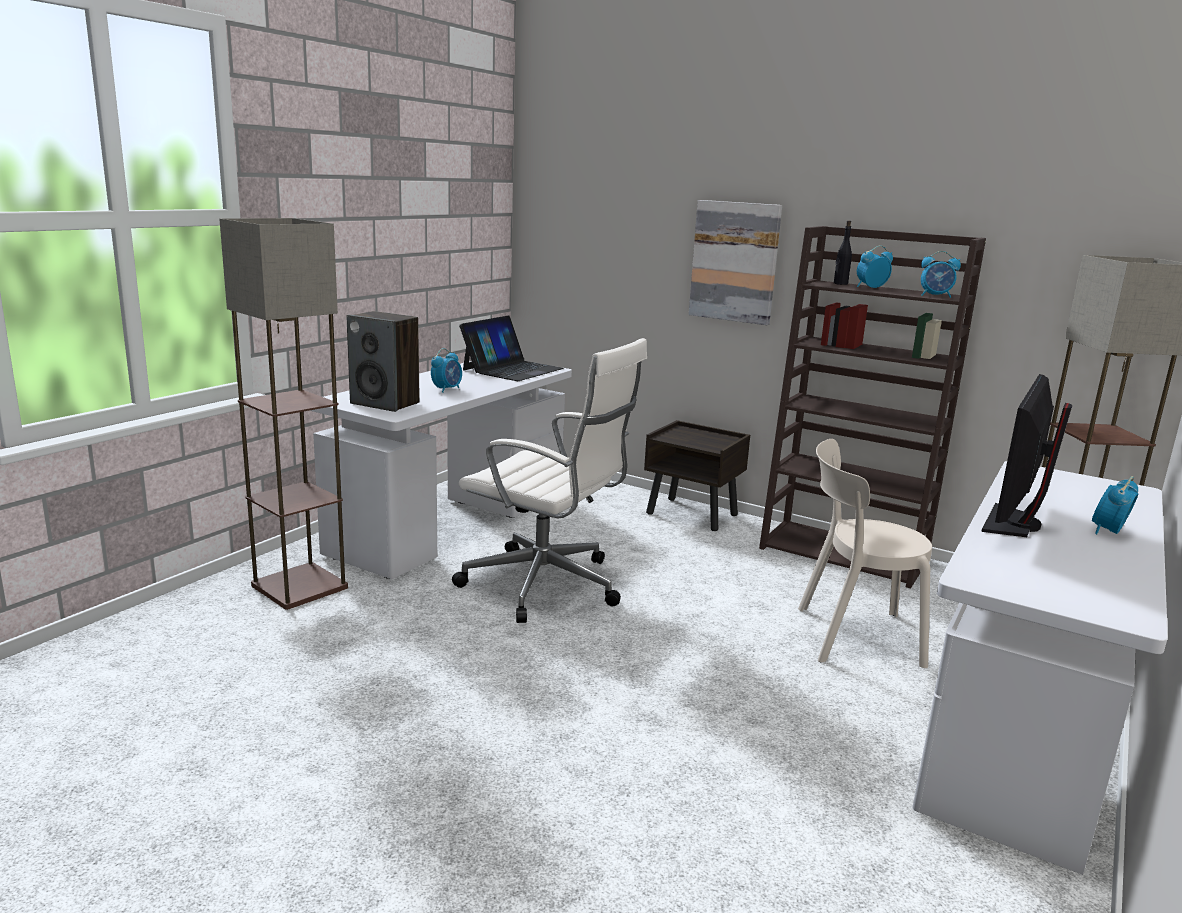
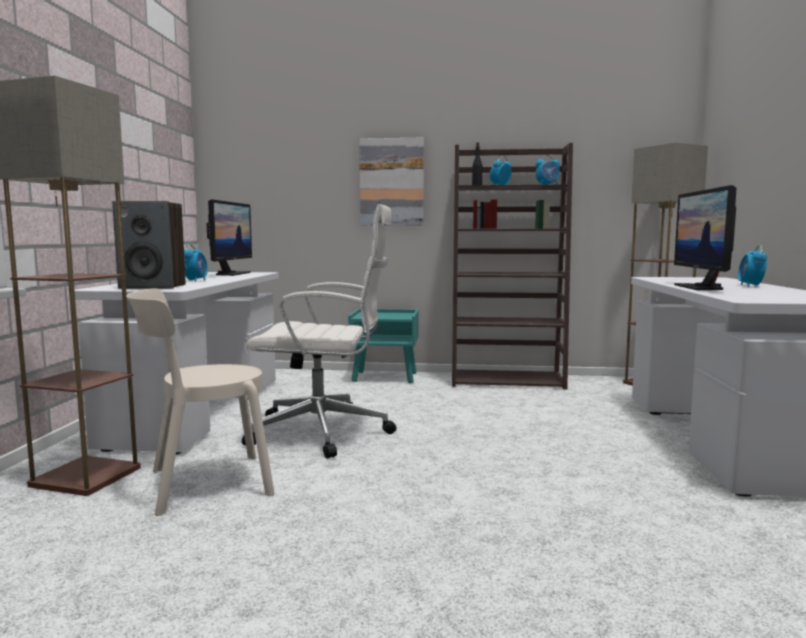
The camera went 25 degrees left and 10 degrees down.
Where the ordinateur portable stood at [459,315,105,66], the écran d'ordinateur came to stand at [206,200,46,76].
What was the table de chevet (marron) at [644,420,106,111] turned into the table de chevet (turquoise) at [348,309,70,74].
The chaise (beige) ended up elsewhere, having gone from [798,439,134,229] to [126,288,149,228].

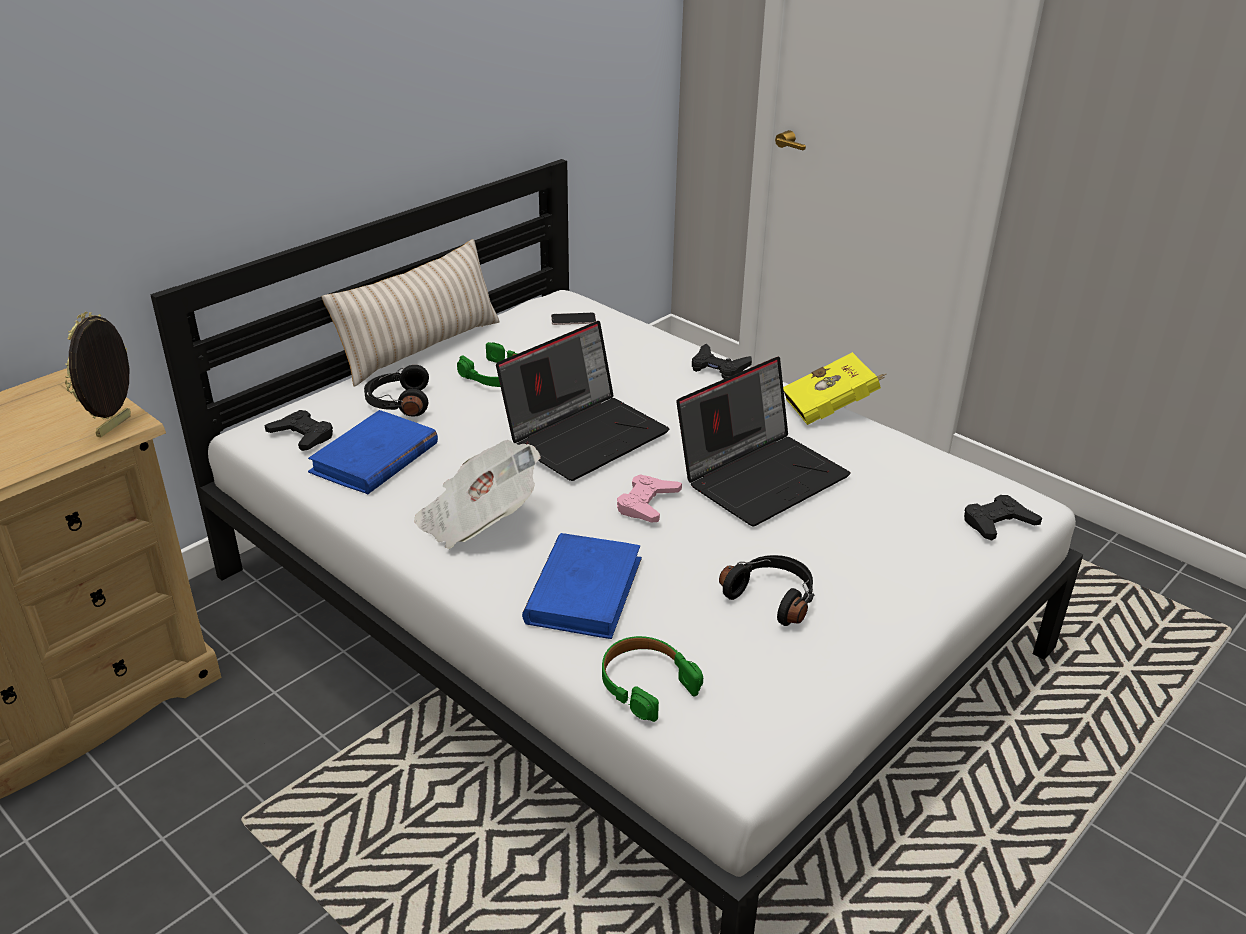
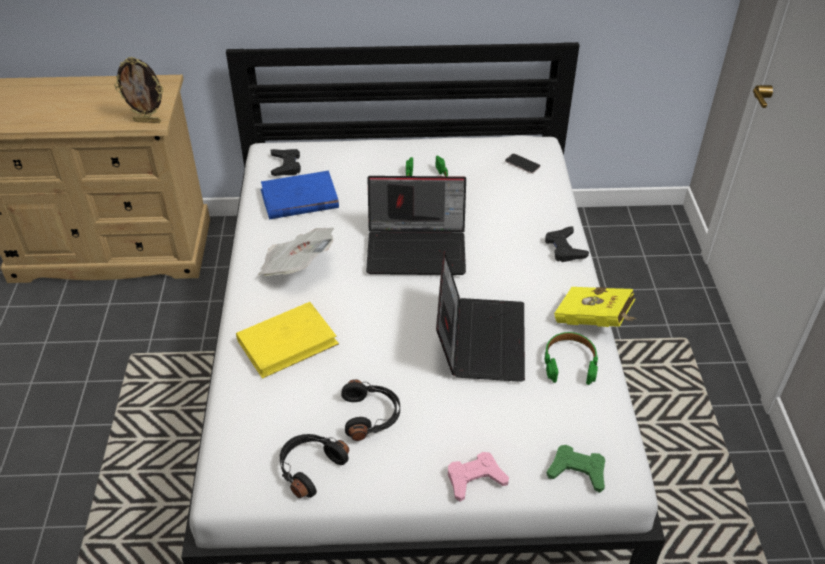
The camera went 45 degrees right and 10 degrees up.
The second view lost the coussin (beige) at [322,239,178,148].
The cadre photo at [65,312,66,125] ended up facing another way, 150 degrees counterclockwise from before.
The ordinateur portable at [676,356,175,170] ended up facing another way, 90 degrees counterclockwise from before.
The casque audio (noir) ended up elsewhere, having gone from [364,365,65,51] to [280,434,69,64].
The manette (rose) ended up elsewhere, having gone from [617,474,65,48] to [448,452,61,50].
What was the manette (noir) at [964,495,78,46] turned into the manette (vert) at [546,445,59,48].
What was the livre (bleu) at [522,533,120,106] turned into the livre (jaune) at [236,302,103,77].
The casque audio (vert) ended up elsewhere, having gone from [602,636,101,86] to [544,332,54,53].

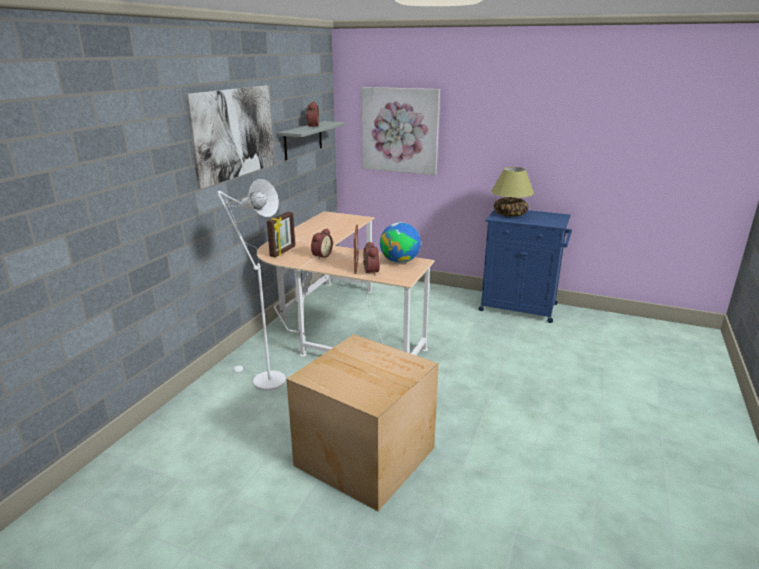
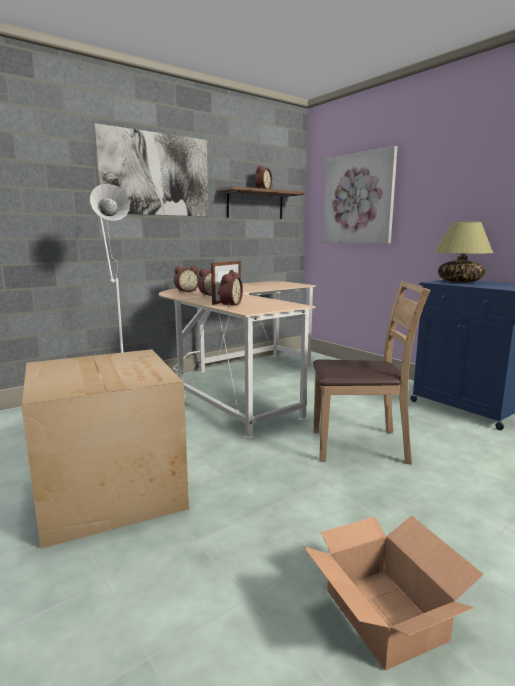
The camera went 30 degrees right and 10 degrees down.
What was the étagère (gris) at [278,121,68,39] turned into the étagère (marron) at [218,186,87,33].
Where the cadre photo stood at [267,212,28,45], the réveil came to stand at [174,266,25,27].
The second view lost the globe at [380,222,41,41].
The second view gained the chaise (marron) at [313,281,117,183].
The second view gained the carton at [303,515,181,155].

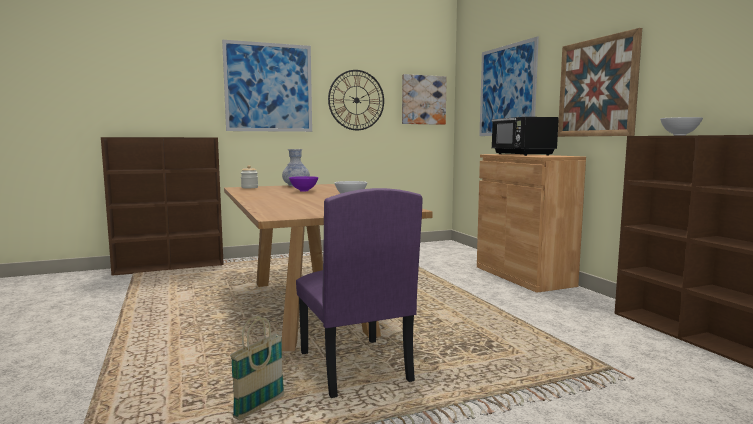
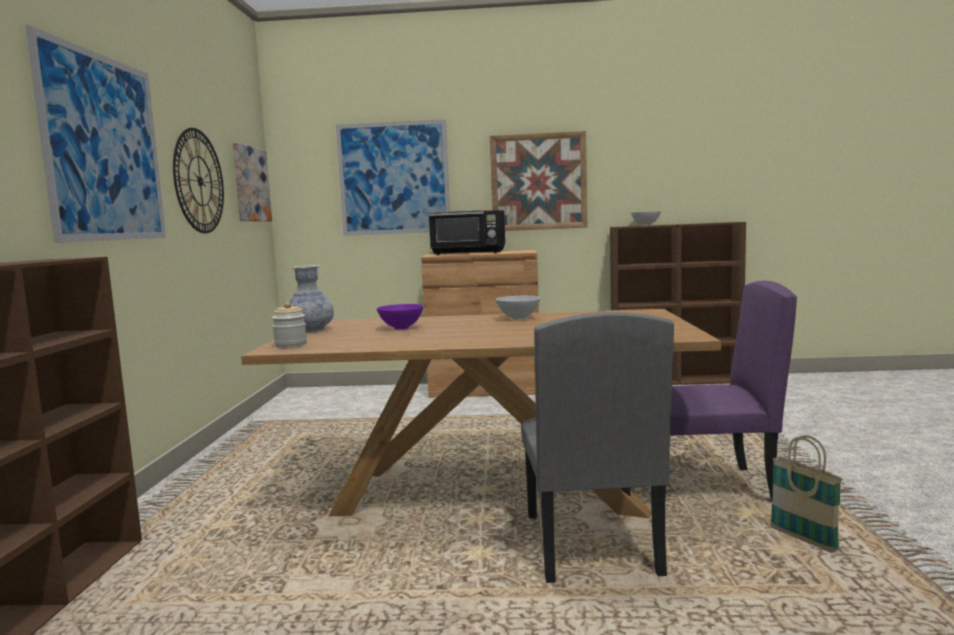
The camera went 65 degrees left and 0 degrees up.
The second view gained the chaise (gris) at [521,312,153,271].

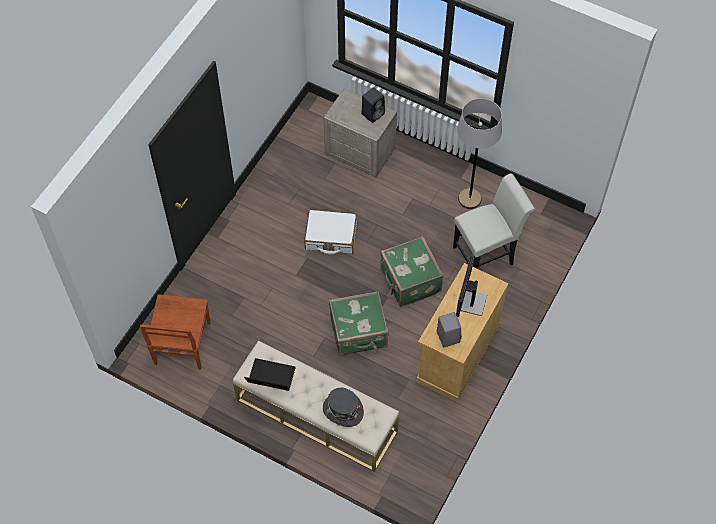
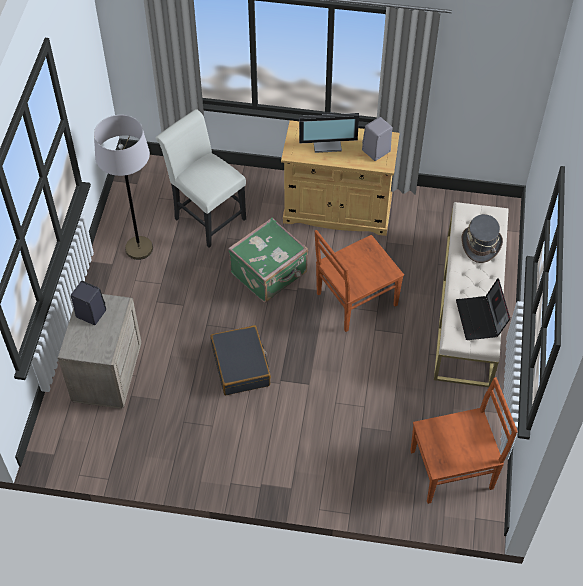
The camera went 110 degrees left and 5 degrees down.
What was the valise (blanc) at [304,210,53,44] turned into the valise (noir) at [210,325,61,70].
Where the valise (vert) stood at [329,291,60,65], the chaise (marron) came to stand at [315,230,89,102].

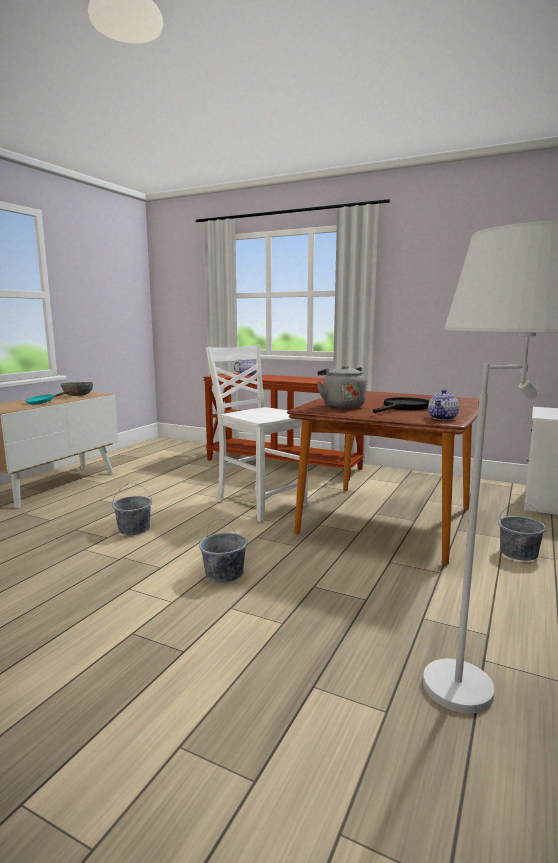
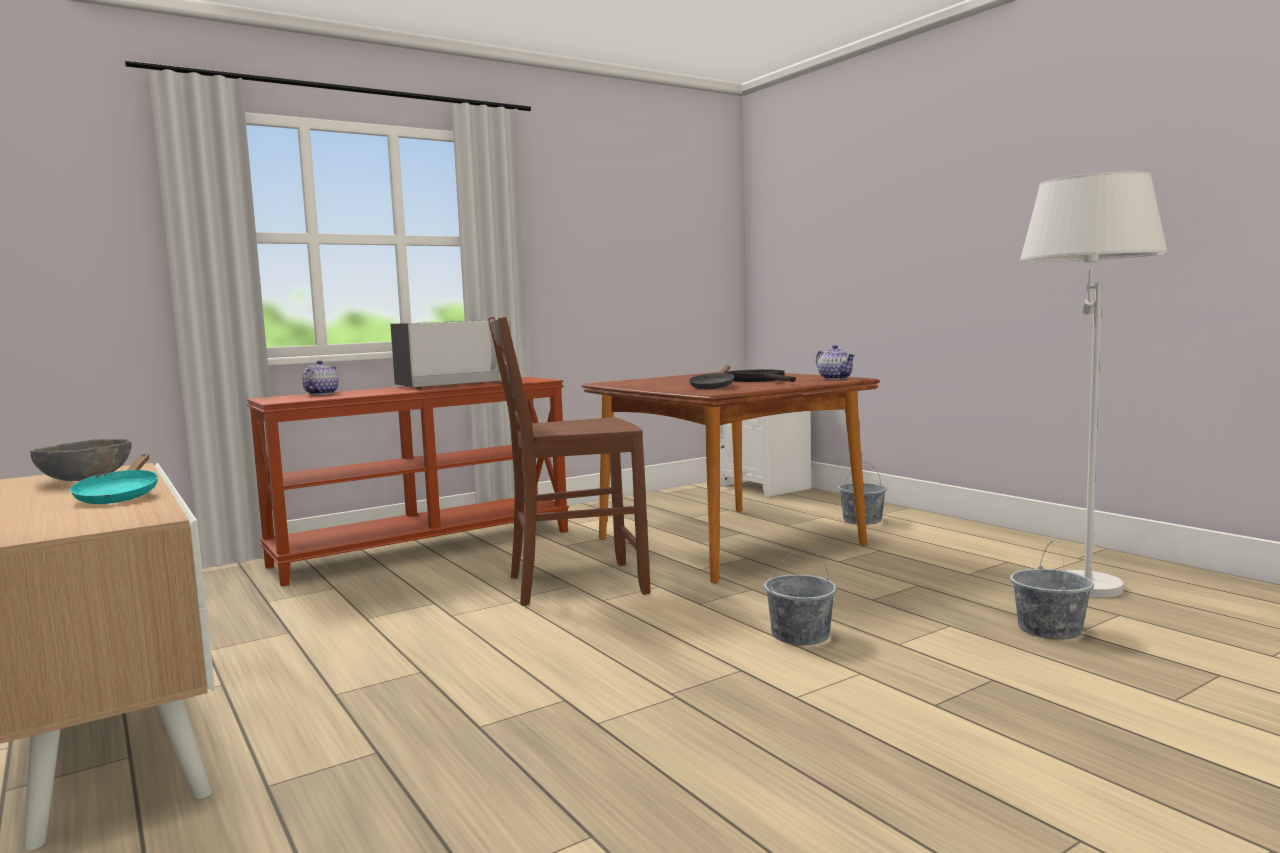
The camera went 60 degrees left and 5 degrees down.
What was the chaise (blanc) at [206,344,102,178] turned into the chaise (marron) at [488,317,162,289].
Where the bouilloire (gris) stood at [317,365,49,44], the poêle (noir) came to stand at [689,366,45,23].
The seau (gris) ended up elsewhere, having gone from [112,483,40,52] to [1010,541,84,98].
The second view gained the micro-ondes at [390,320,121,69].

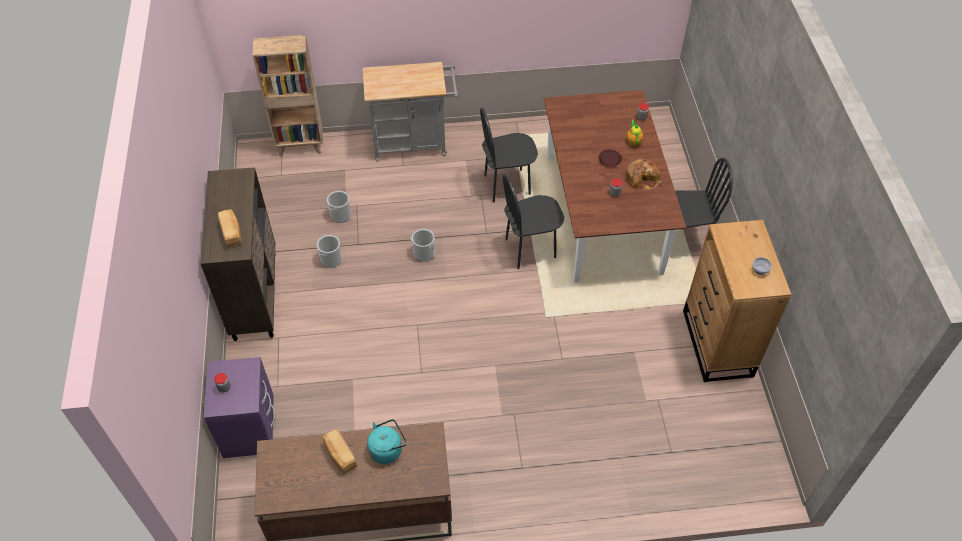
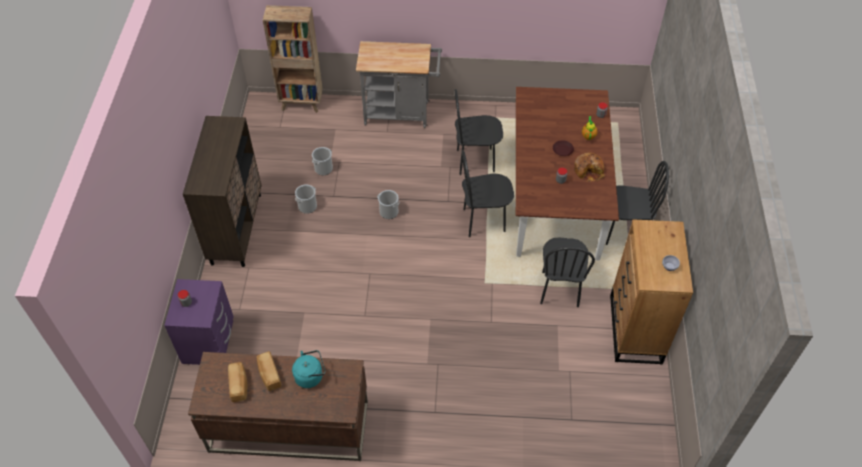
The camera went 10 degrees right and 0 degrees up.
The pain ended up elsewhere, having gone from [218,209,24,39] to [228,362,19,40].
The second view gained the chaise (noir) at [540,238,55,69].

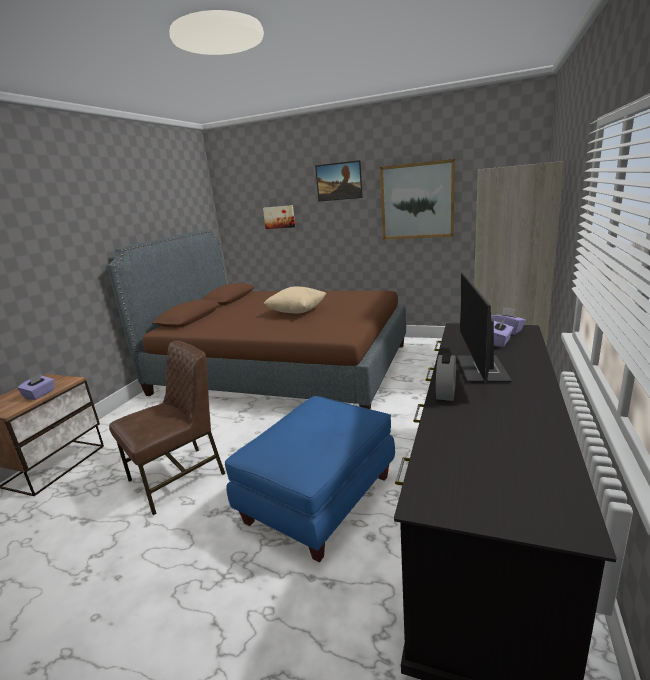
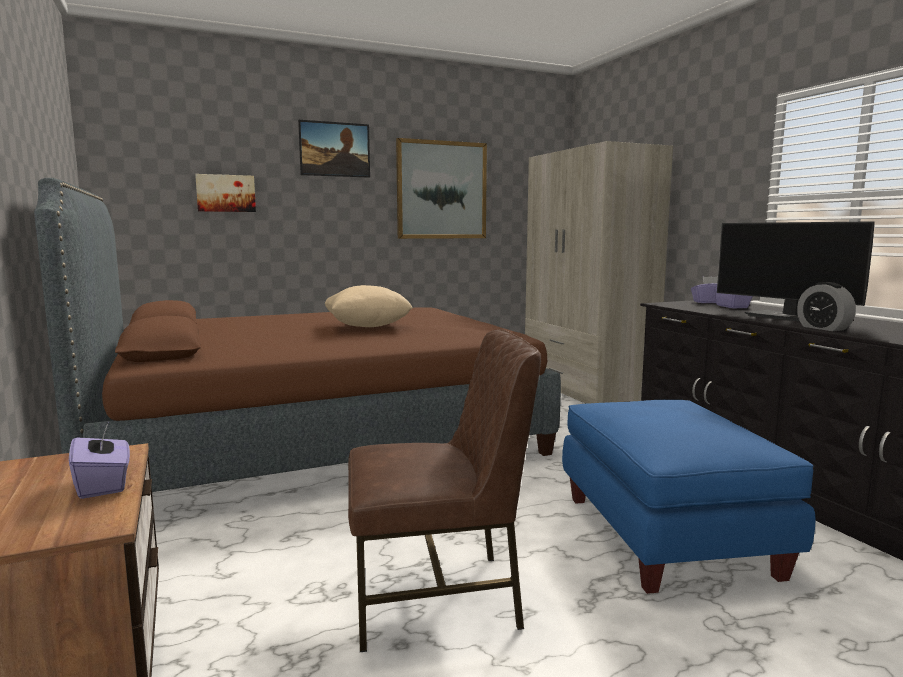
The camera went 45 degrees left and 10 degrees down.
The chaise (marron) at [109,341,116,174] ended up facing another way, 75 degrees clockwise from before.

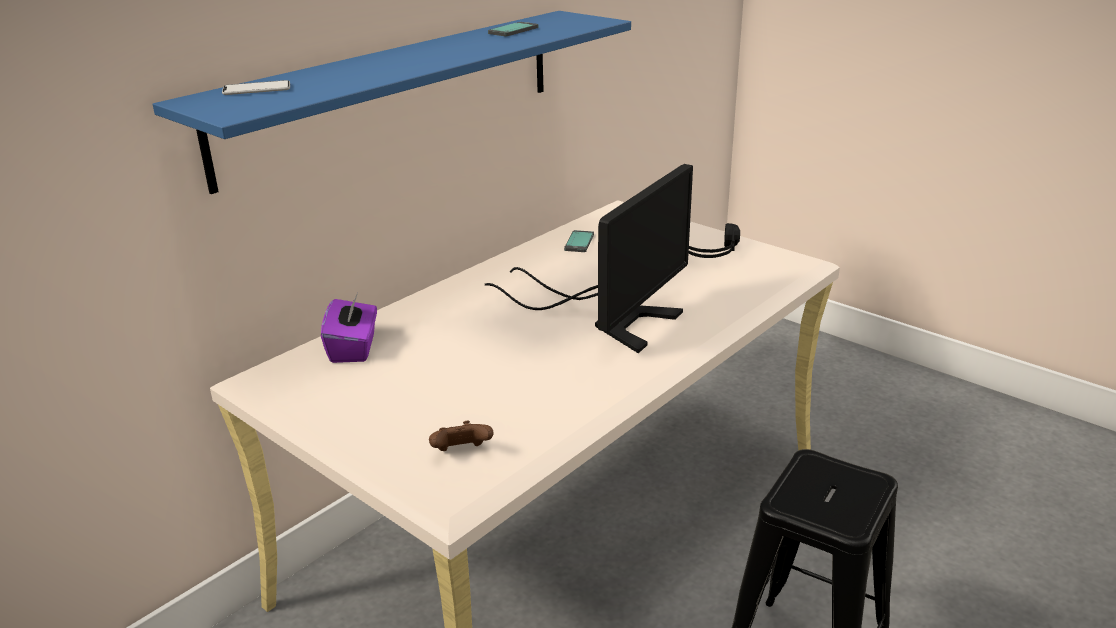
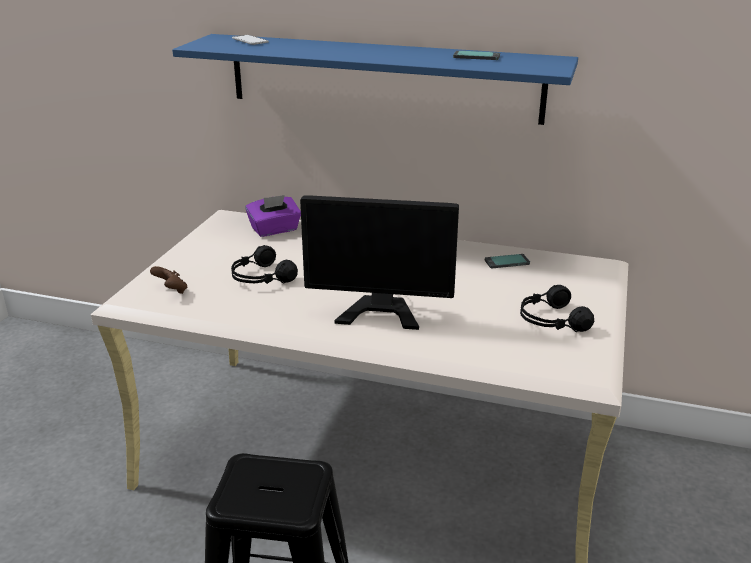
The camera went 65 degrees right and 0 degrees up.
The second view gained the casque audio (noir) at [231,245,67,39].

